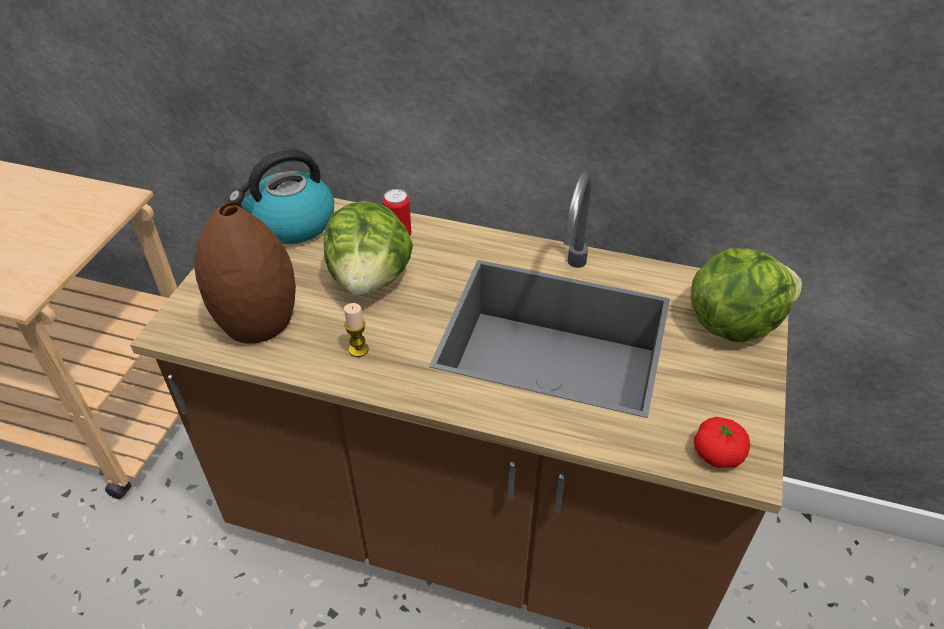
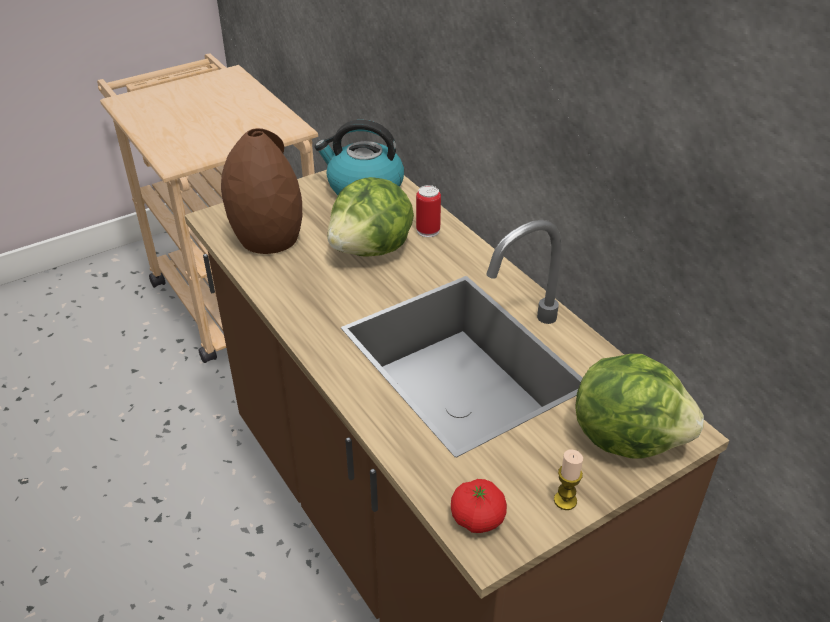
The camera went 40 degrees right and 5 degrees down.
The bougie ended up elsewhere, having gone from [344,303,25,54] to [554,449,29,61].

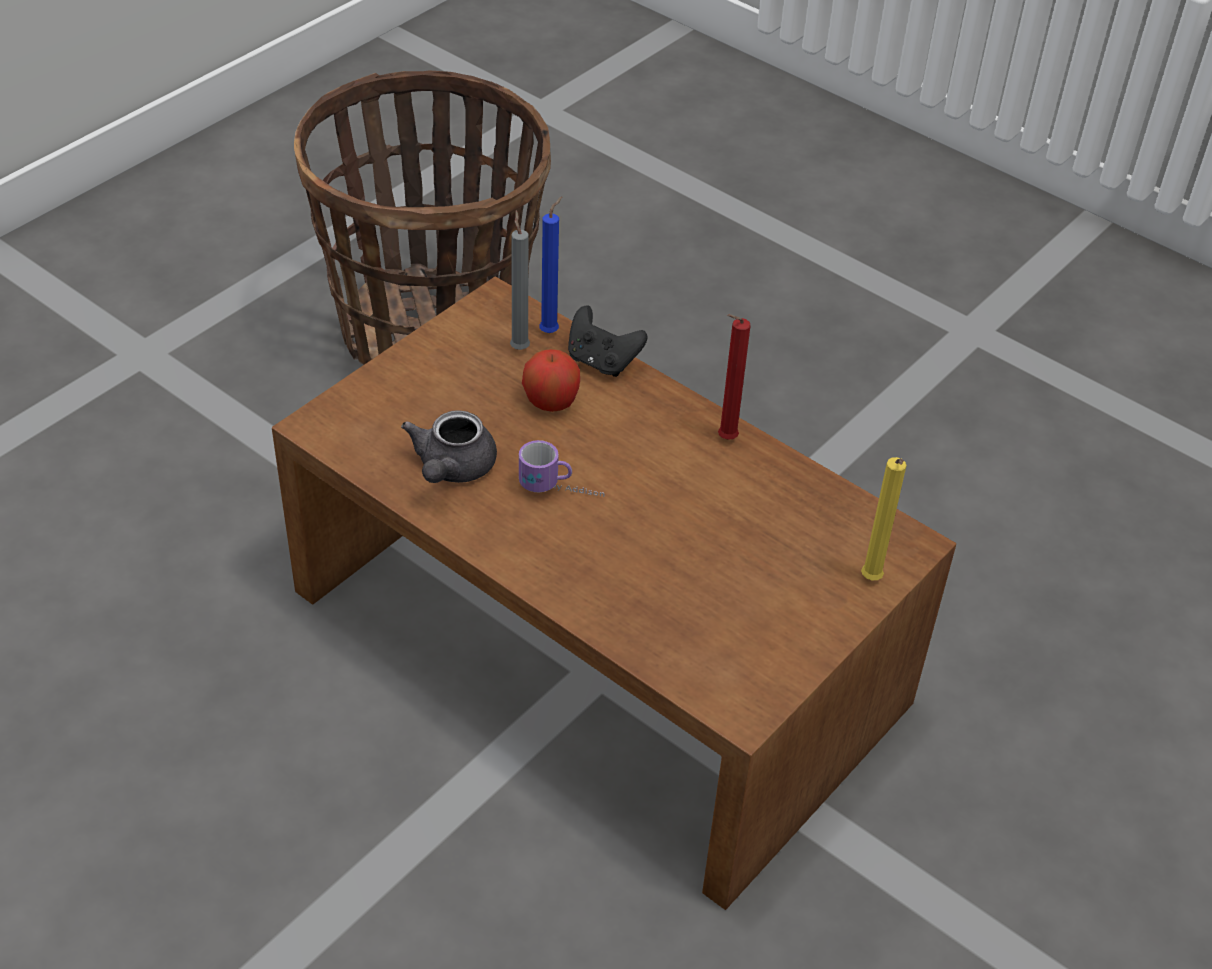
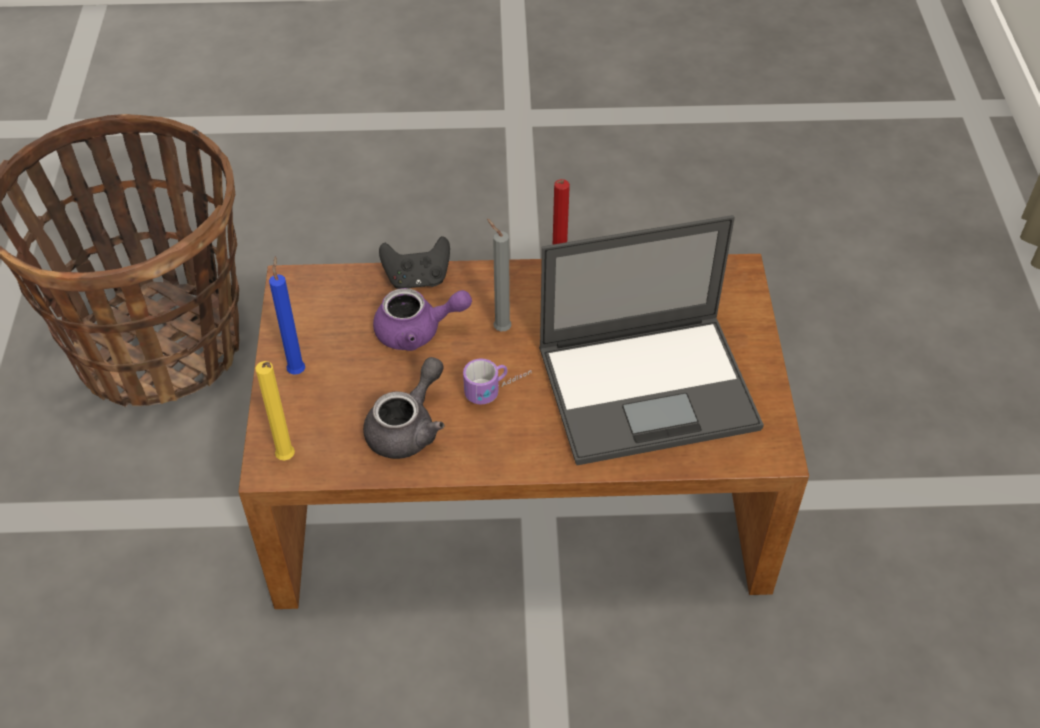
The camera went 40 degrees left and 5 degrees up.
The bougie (bleu) ended up elsewhere, having gone from [540,197,22,136] to [269,256,36,119].
The bougie (gris) ended up elsewhere, having gone from [510,210,20,140] to [487,219,25,112].
Where the pomme stood at [522,349,58,63], the théière (violet) came to stand at [373,288,99,63].
The théière (gris) at [401,410,96,73] ended up facing another way, 120 degrees counterclockwise from before.
The bougie (jaune) ended up elsewhere, having gone from [861,457,46,123] to [255,361,40,99].
The second view gained the ordinateur portable at [539,215,225,250].

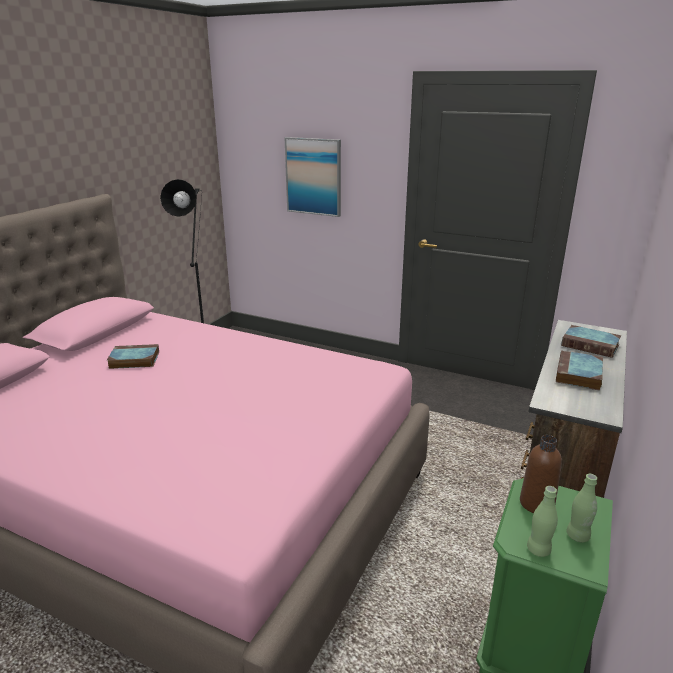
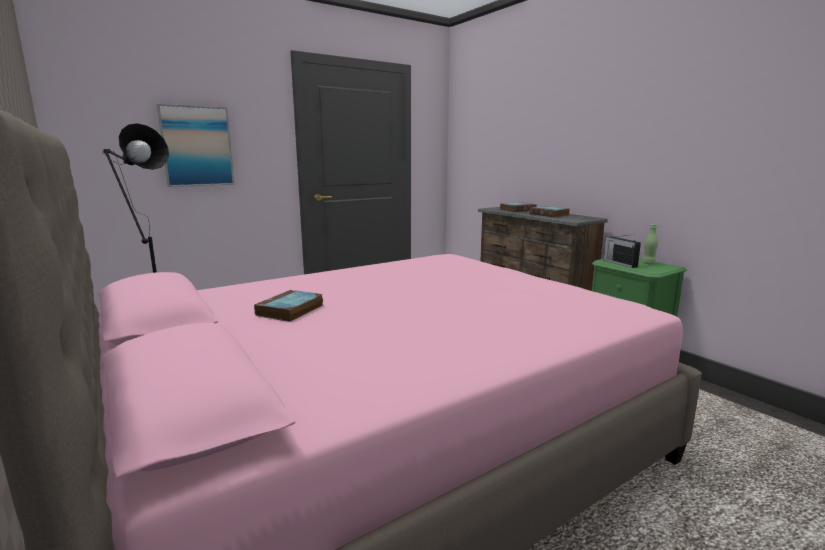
The camera went 60 degrees left and 10 degrees down.
Where the bouteille (marron) stood at [520,435,42,78], the radio came to stand at [604,235,37,33].
The second view lost the bouteille (vert) at [527,486,31,71].

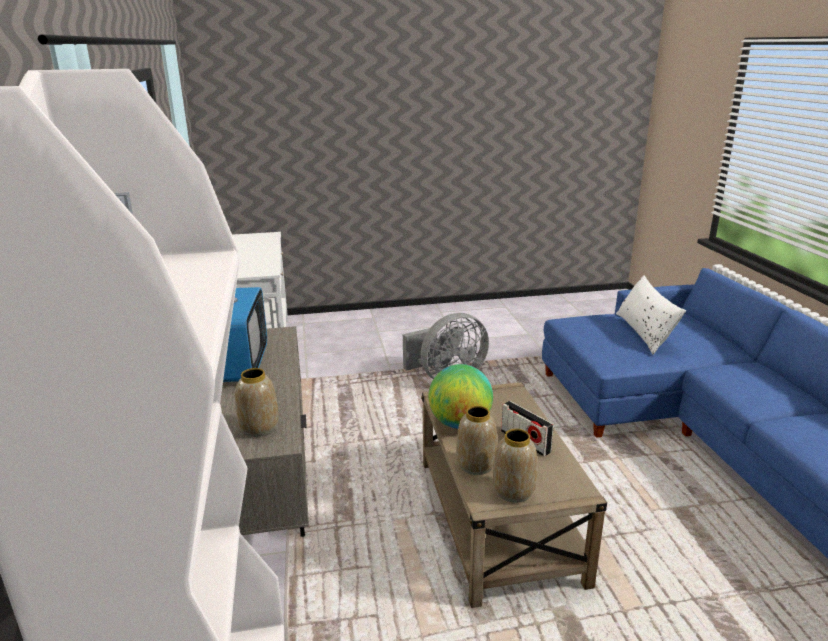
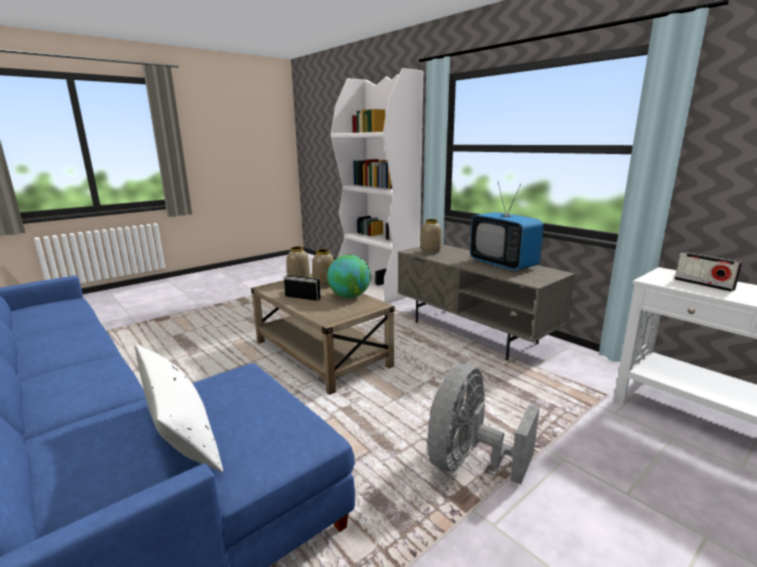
The camera went 150 degrees right and 5 degrees down.
The second view gained the radio at [675,252,67,40].

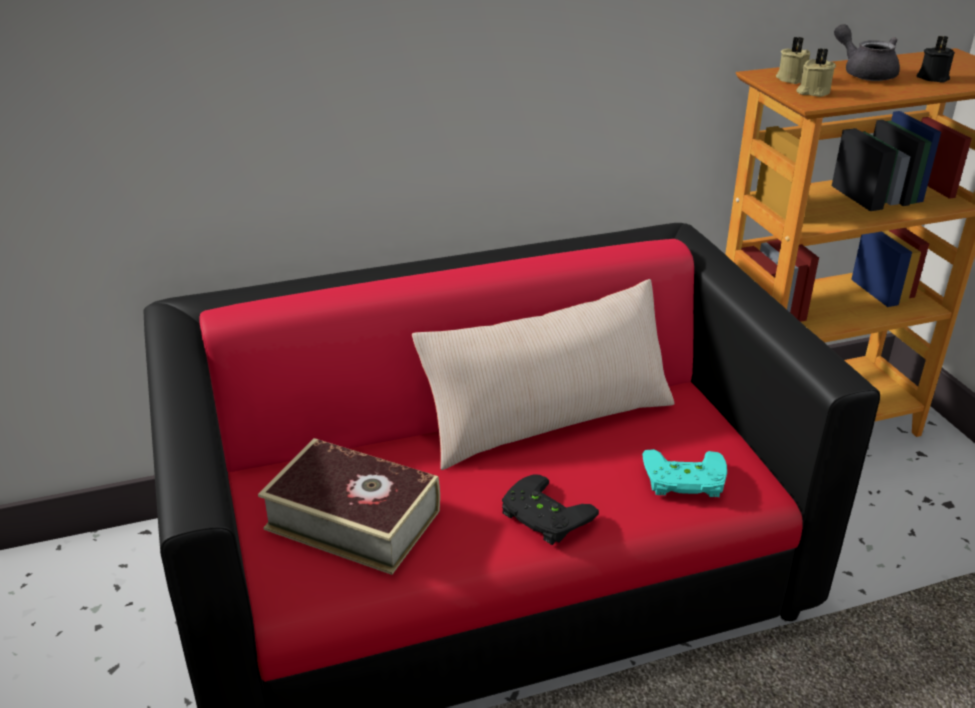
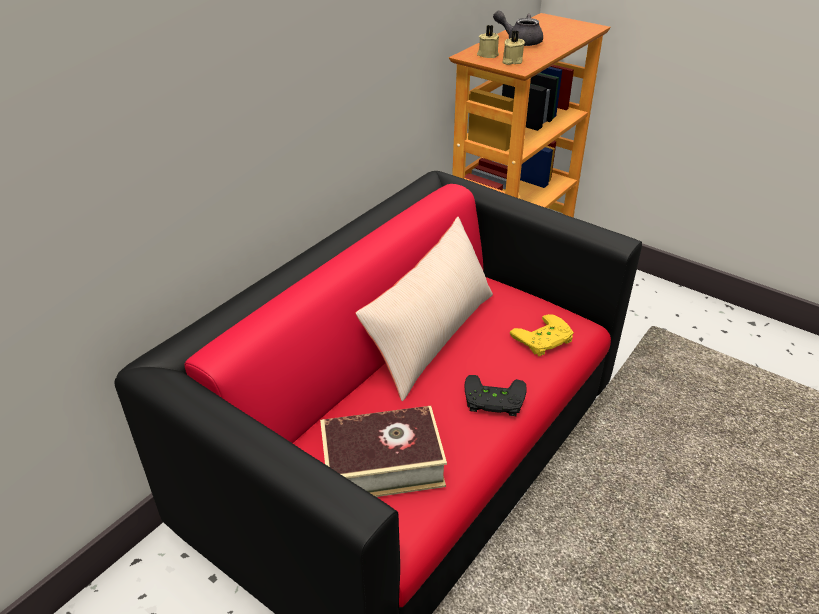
The camera went 35 degrees left and 5 degrees up.
The second view lost the bougie (noir) at [917,36,38,47].
What was the manette (turquoise) at [642,449,85,48] turned into the manette (jaune) at [510,314,64,42].

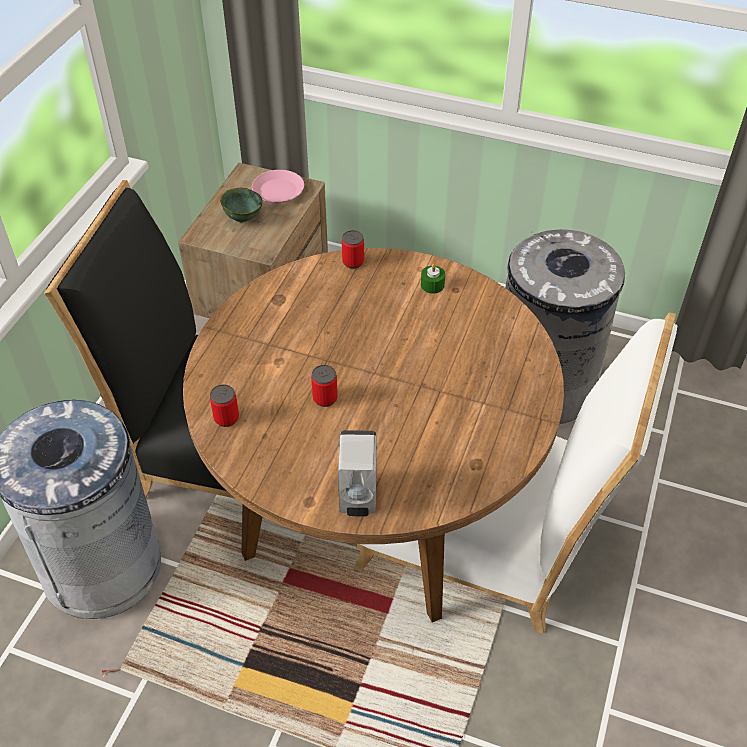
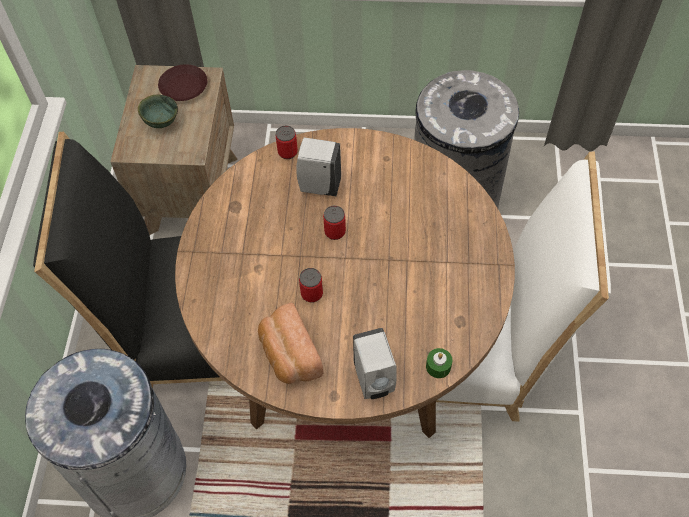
The camera went 15 degrees left and 10 degrees up.
What was the assiette (rose) at [252,170,52,33] turned into the assiette (marron) at [158,64,49,37].
The bougie (vert) ended up elsewhere, having gone from [421,264,24,30] to [426,348,26,30].
The boîte métallique ended up elsewhere, having gone from [210,384,29,43] to [323,205,23,35].
The second view gained the distributeur de savon (blanc) at [296,137,45,59].
The second view gained the pain at [258,303,65,81].

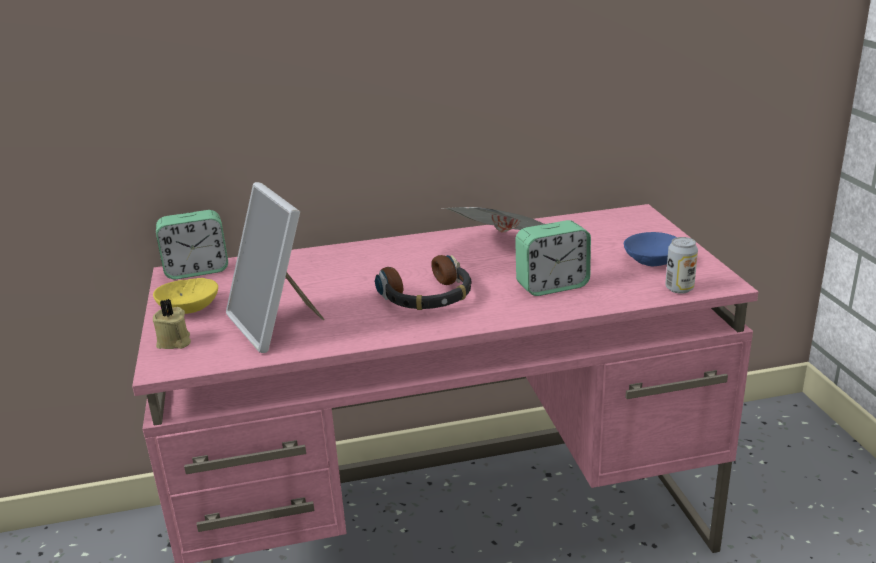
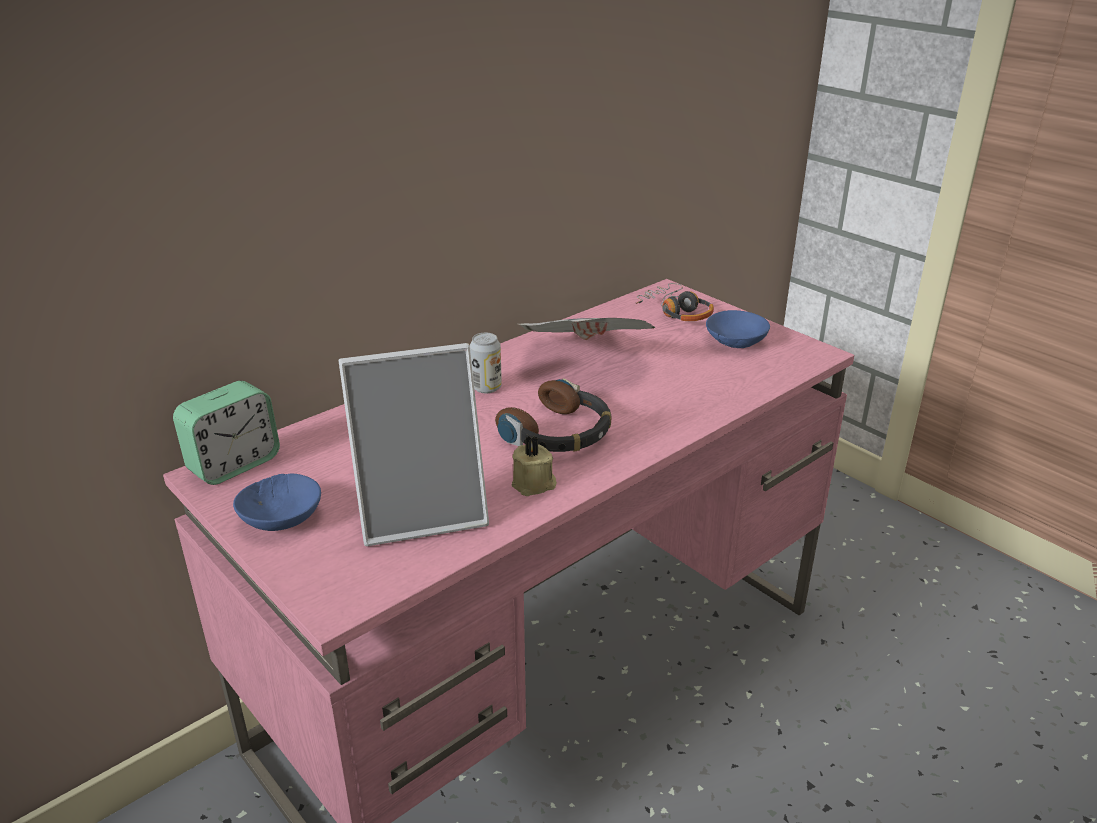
The camera went 30 degrees left and 5 degrees up.
The cadre photo at [226,182,99,171] ended up facing another way, 45 degrees counterclockwise from before.
The second view lost the réveil at [515,220,76,76].
The boîte métallique ended up elsewhere, having gone from [665,237,33,57] to [470,333,32,60].
What was the bol (jaune) at [153,278,65,36] turned into the bol (bleu) at [233,474,88,57].
The bougie (beige) ended up elsewhere, having gone from [153,299,38,50] to [512,436,45,60].
The second view gained the casque audio at [635,283,79,38].

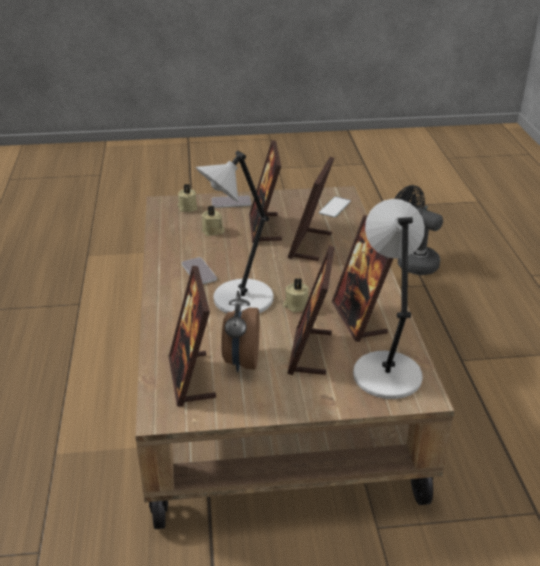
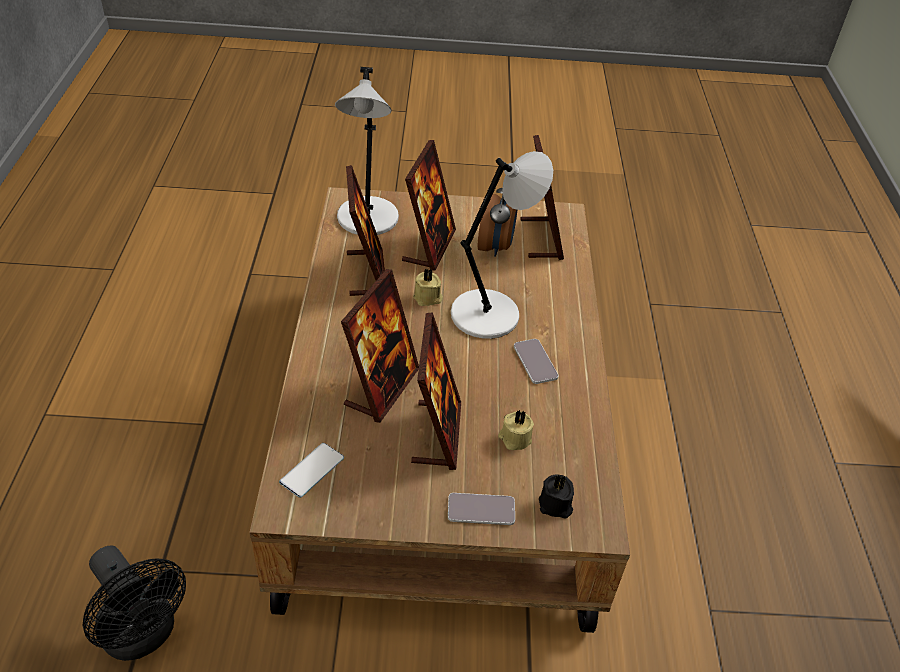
The camera went 175 degrees left and 10 degrees up.
What was the bougie (beige) at [177,184,21,28] turned into the bougie (noir) at [539,474,35,45].

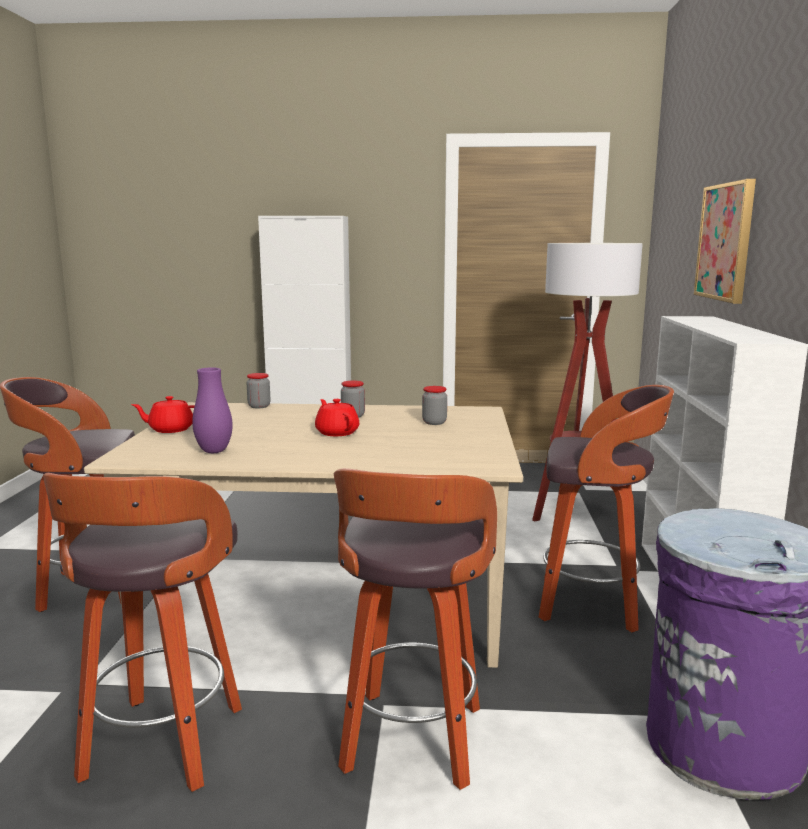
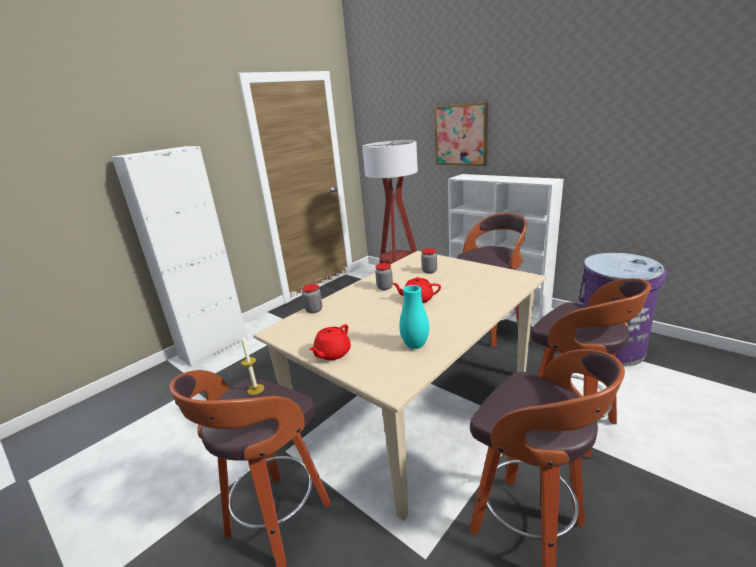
The camera went 50 degrees left and 10 degrees up.
What was the vase (violet) at [192,367,41,86] turned into the vase (turquoise) at [399,285,30,64].
The second view gained the bougie at [241,336,23,59].

